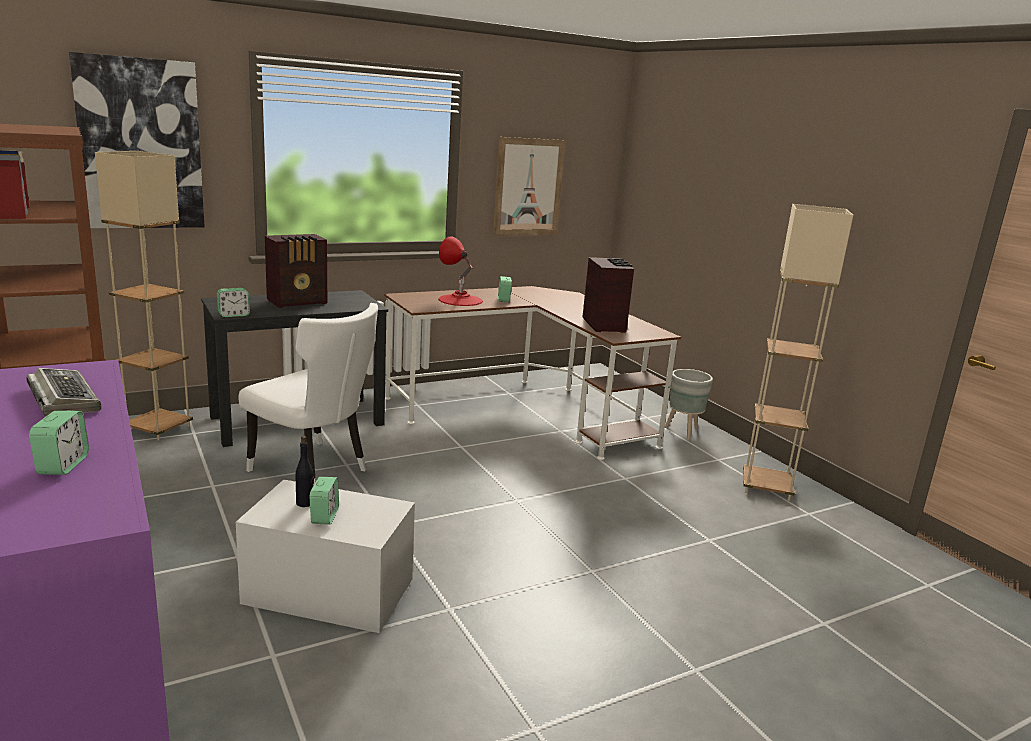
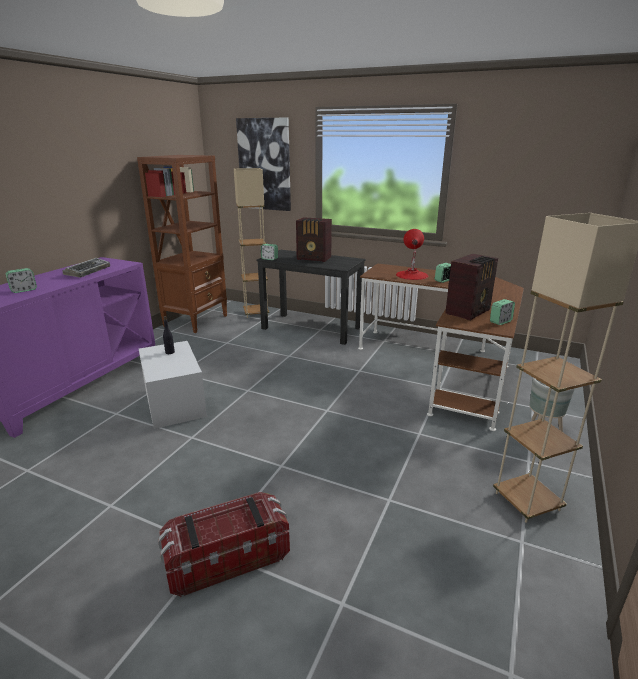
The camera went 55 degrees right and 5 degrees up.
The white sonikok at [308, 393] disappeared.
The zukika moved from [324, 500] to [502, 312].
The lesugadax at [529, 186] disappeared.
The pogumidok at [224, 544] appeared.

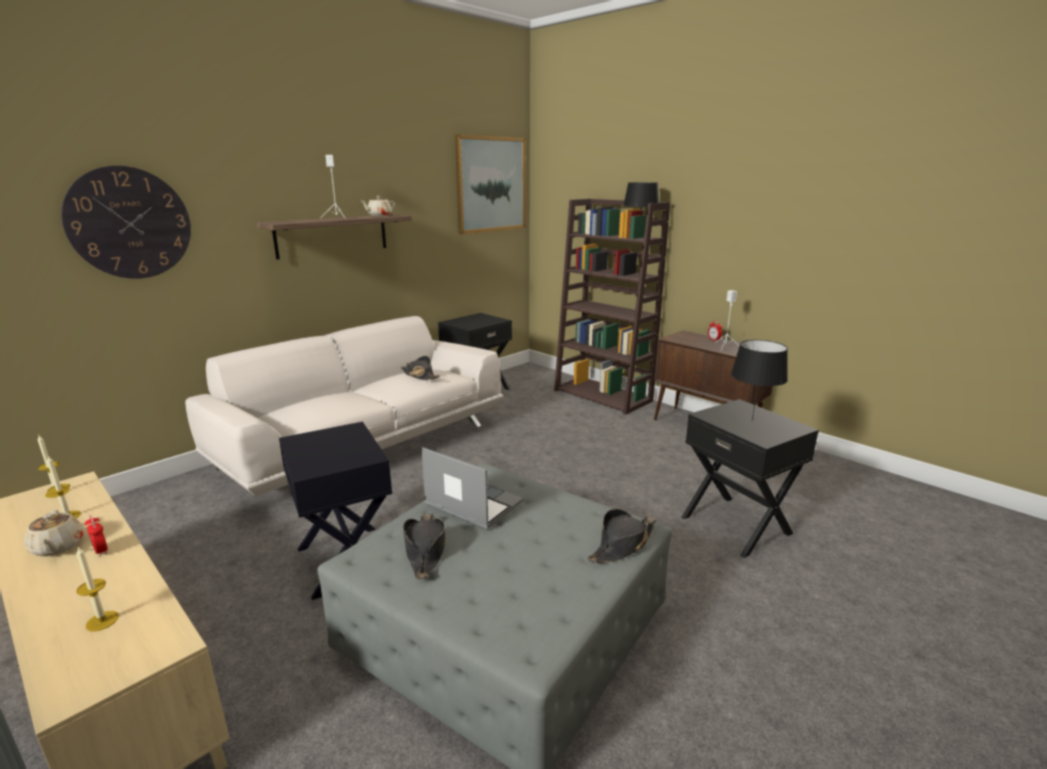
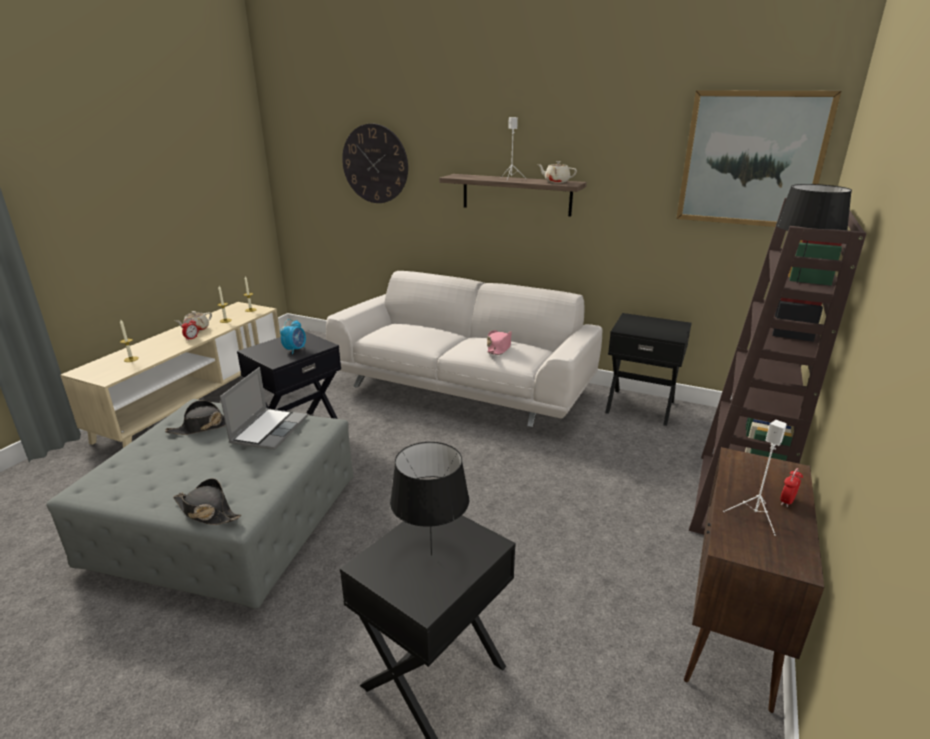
The camera went 70 degrees right and 5 degrees up.
The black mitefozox at [420, 368] became the pink mitefozox at [499, 342].
The zukika at [293, 336] appeared.

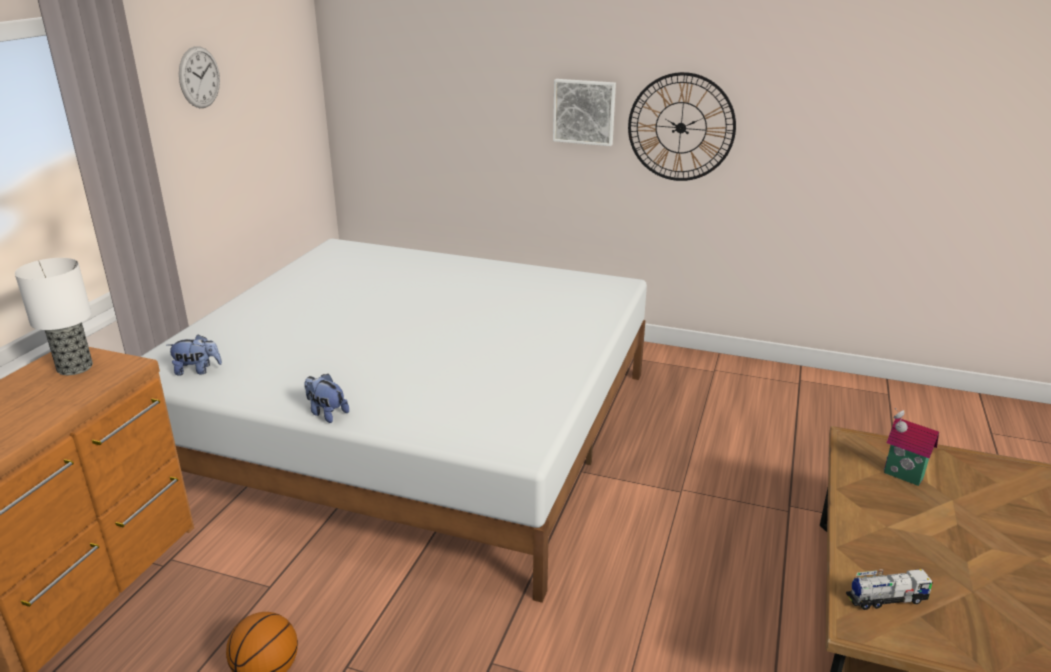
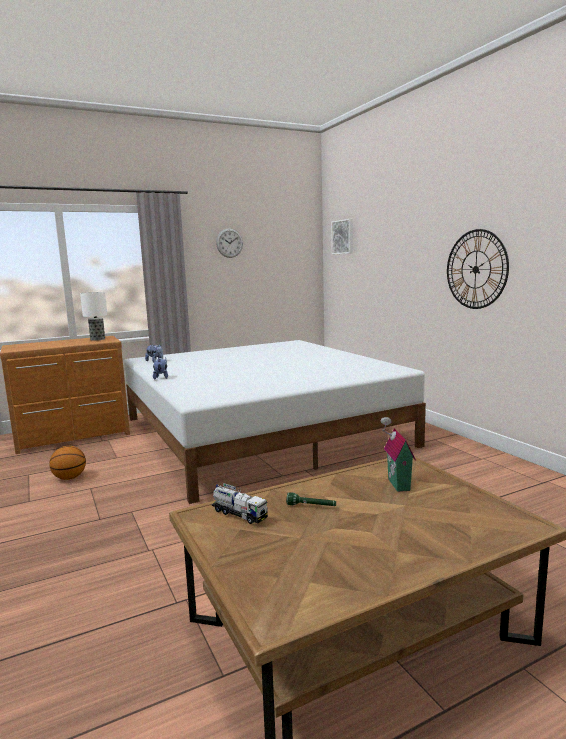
The camera went 45 degrees right and 15 degrees down.
The lesugadax moved from [584, 112] to [342, 236].
The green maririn at [311, 499] appeared.

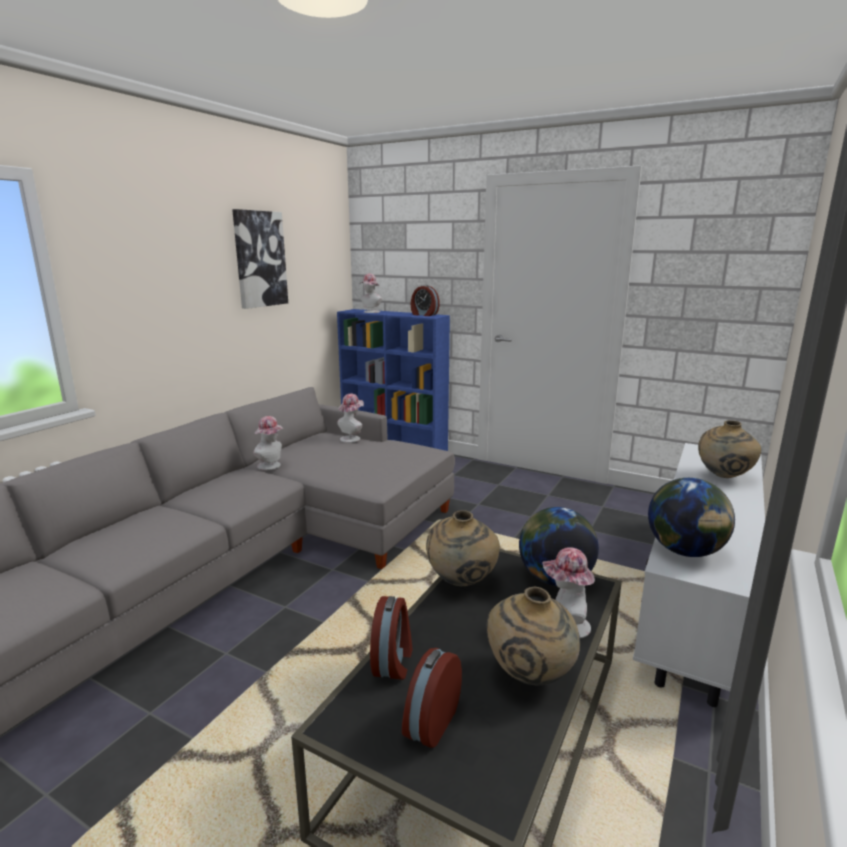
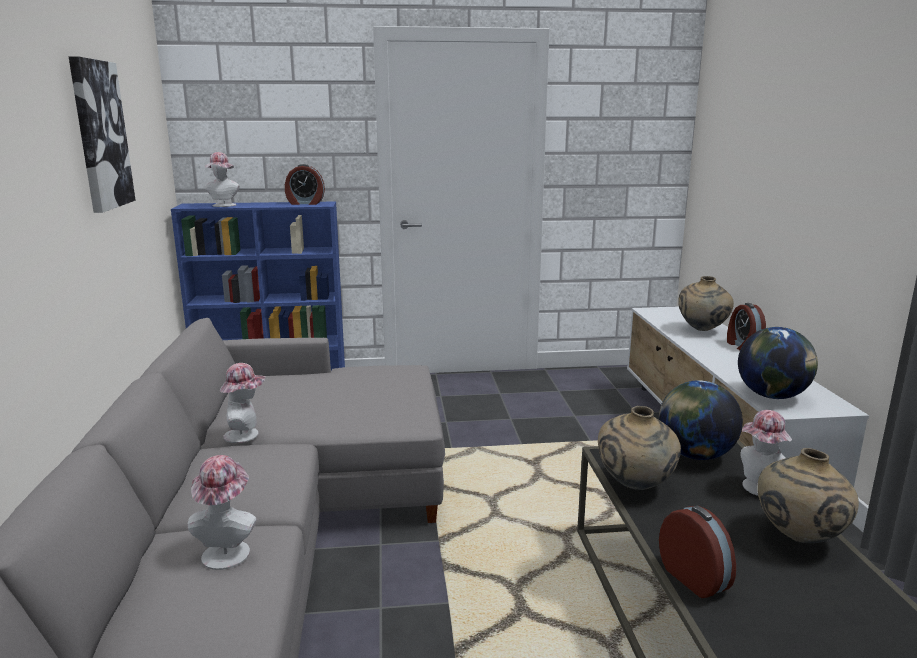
The camera went 35 degrees left and 0 degrees up.
The mitefozox moved from [350, 418] to [222, 512].
The zukika moved from [432, 698] to [746, 326].

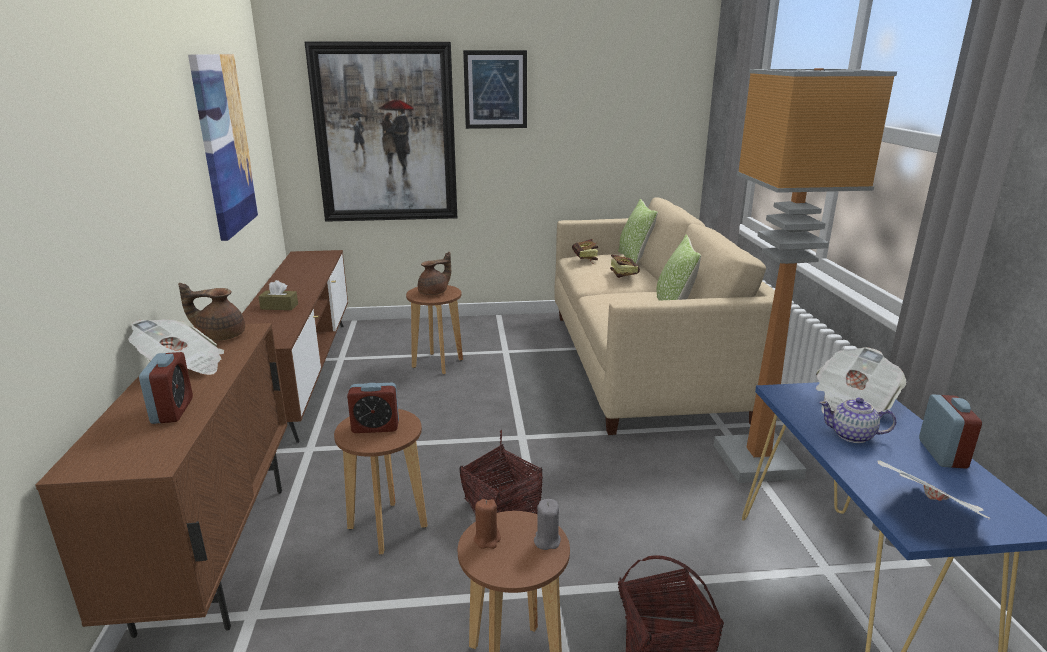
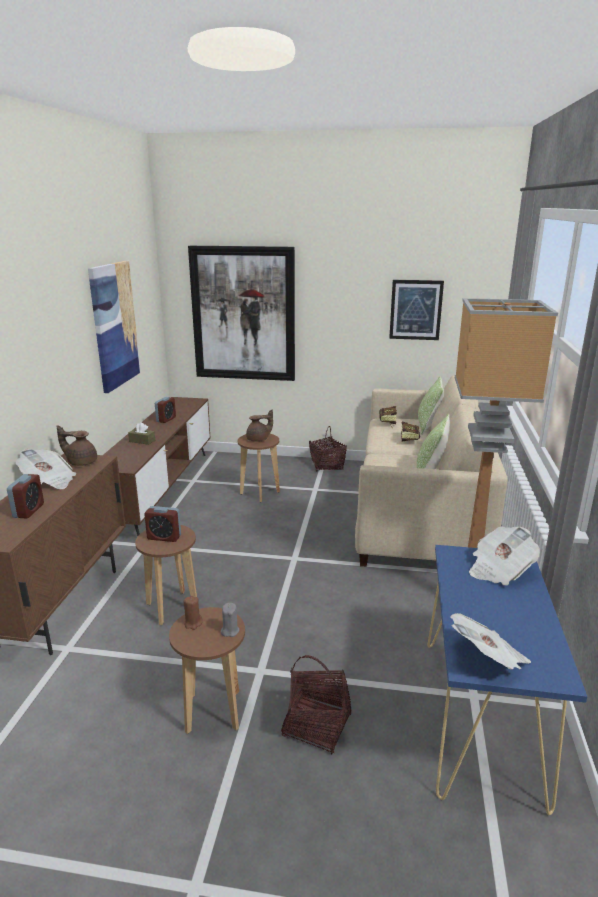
The camera went 15 degrees right and 0 degrees up.
The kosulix moved from [501, 472] to [328, 448].
The lesugadax moved from [495, 89] to [416, 310].
The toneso at [857, 420] disappeared.
The zukika moved from [950, 431] to [165, 410].

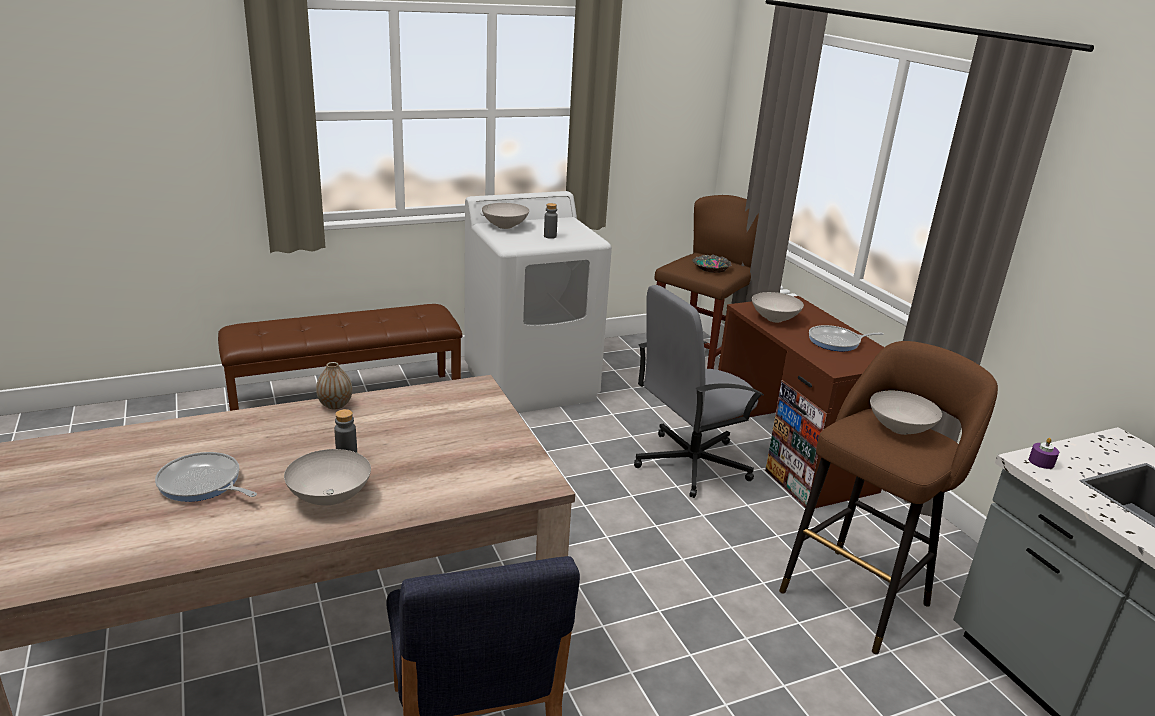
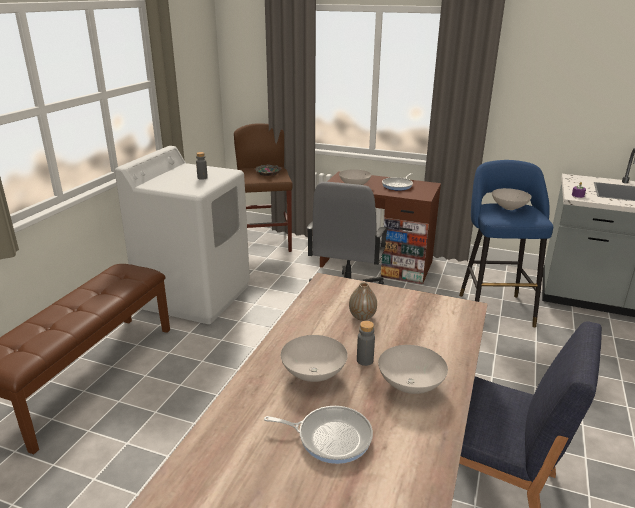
The camera went 45 degrees left and 0 degrees up.
The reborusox at [206, 477] turned 150 degrees counterclockwise.
The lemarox moved from [334, 385] to [363, 301].
The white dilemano moved from [505, 216] to [314, 358].
The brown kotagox at [888, 497] became the blue kotagox at [506, 243].

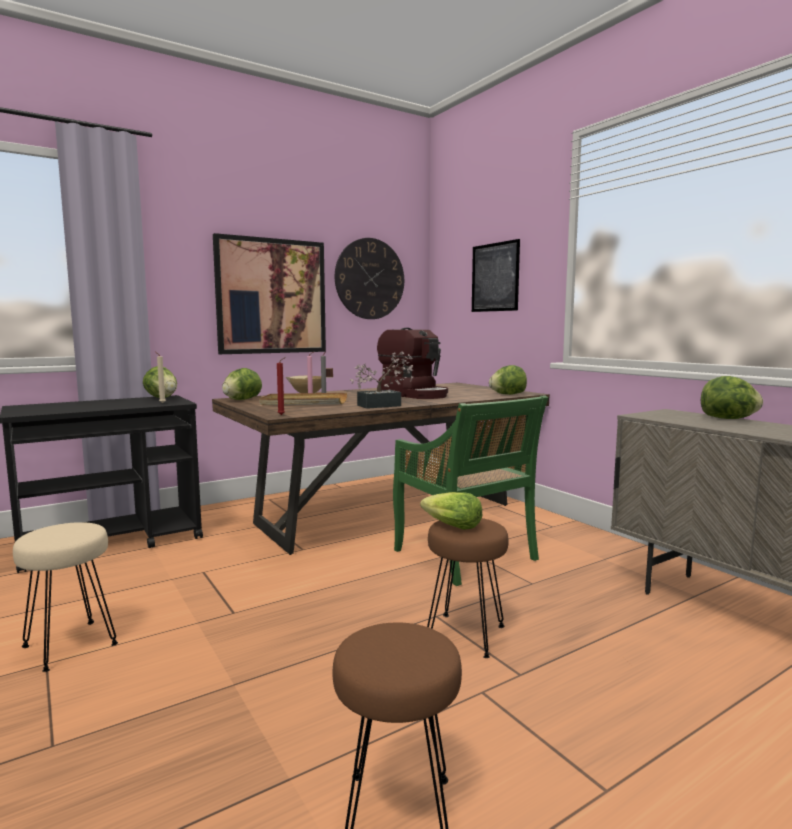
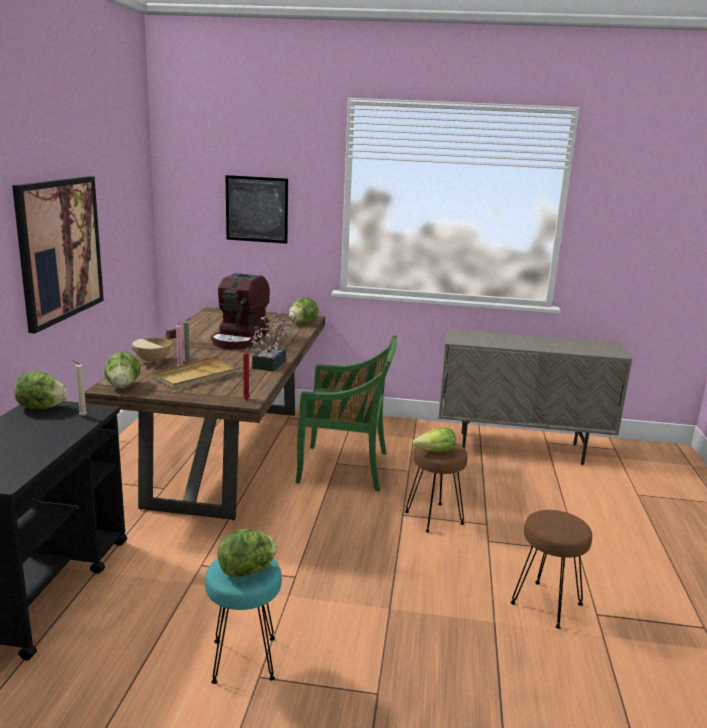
The camera went 50 degrees left and 10 degrees up.
The beige kotagox at [65, 597] became the turquoise kotagox at [243, 621].
The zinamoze at [369, 278] disappeared.
The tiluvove at [412, 363] turned 105 degrees clockwise.
The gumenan moved from [732, 397] to [247, 553].

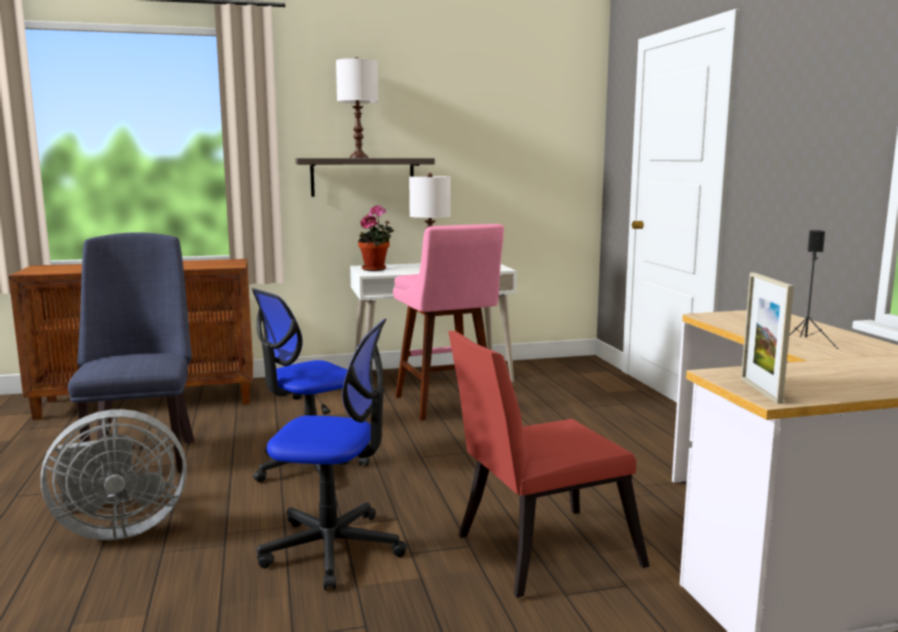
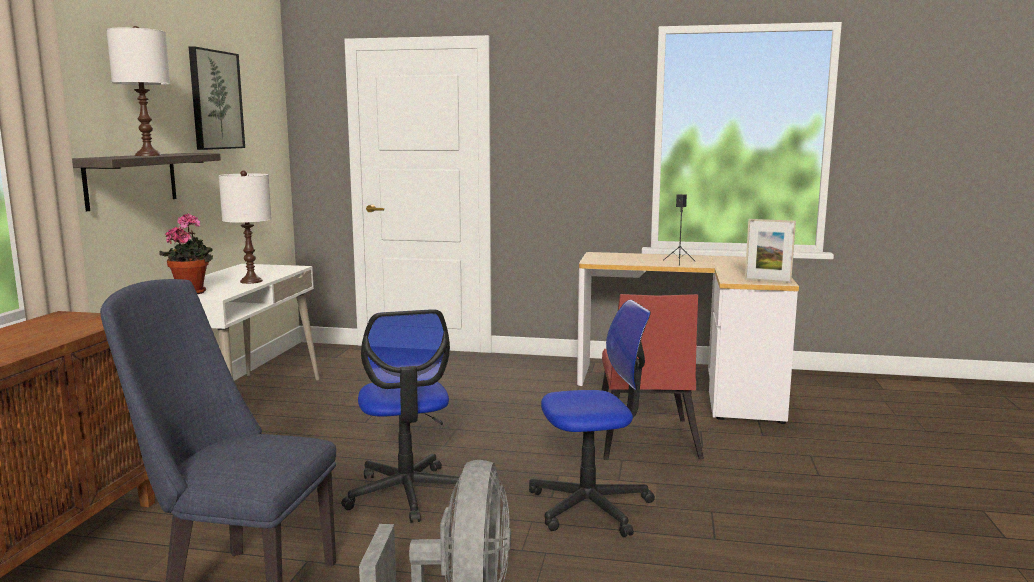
The camera went 65 degrees left and 0 degrees up.
The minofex at [332, 454] turned 45 degrees clockwise.
The pink kotagox at [448, 322] disappeared.
The lesugadax at [217, 98] appeared.

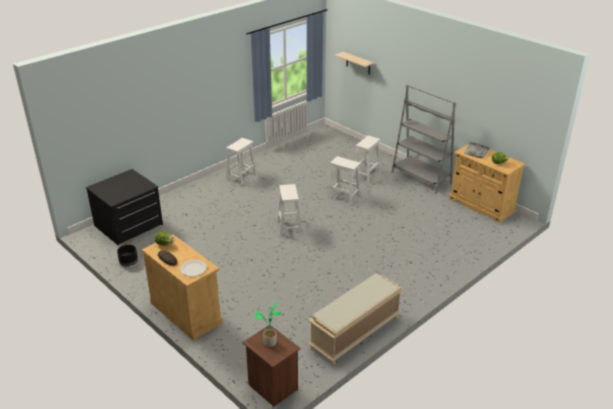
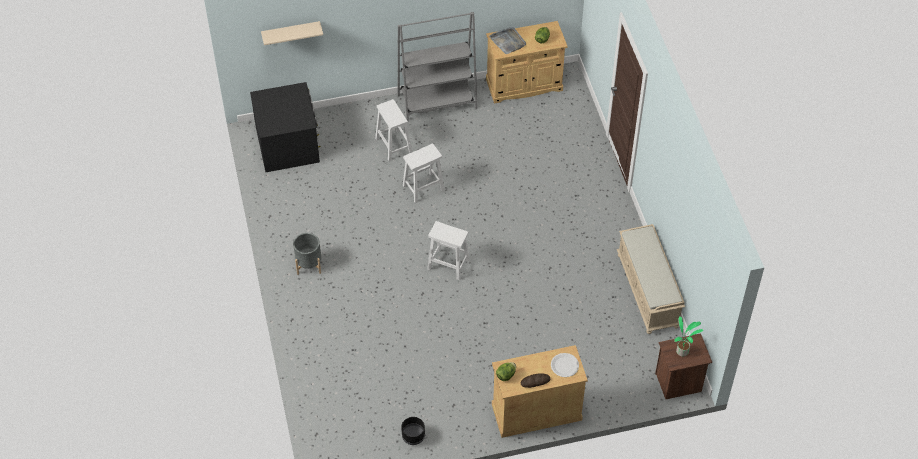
The camera went 60 degrees left and 20 degrees up.
The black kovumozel moved from [124, 207] to [285, 127].
The white kotagox at [241, 161] was replaced by the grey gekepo at [307, 254].

